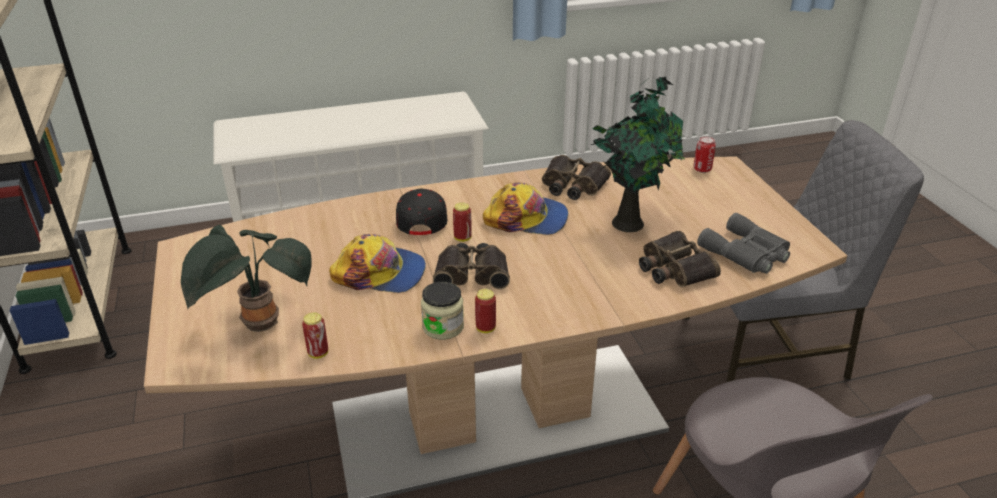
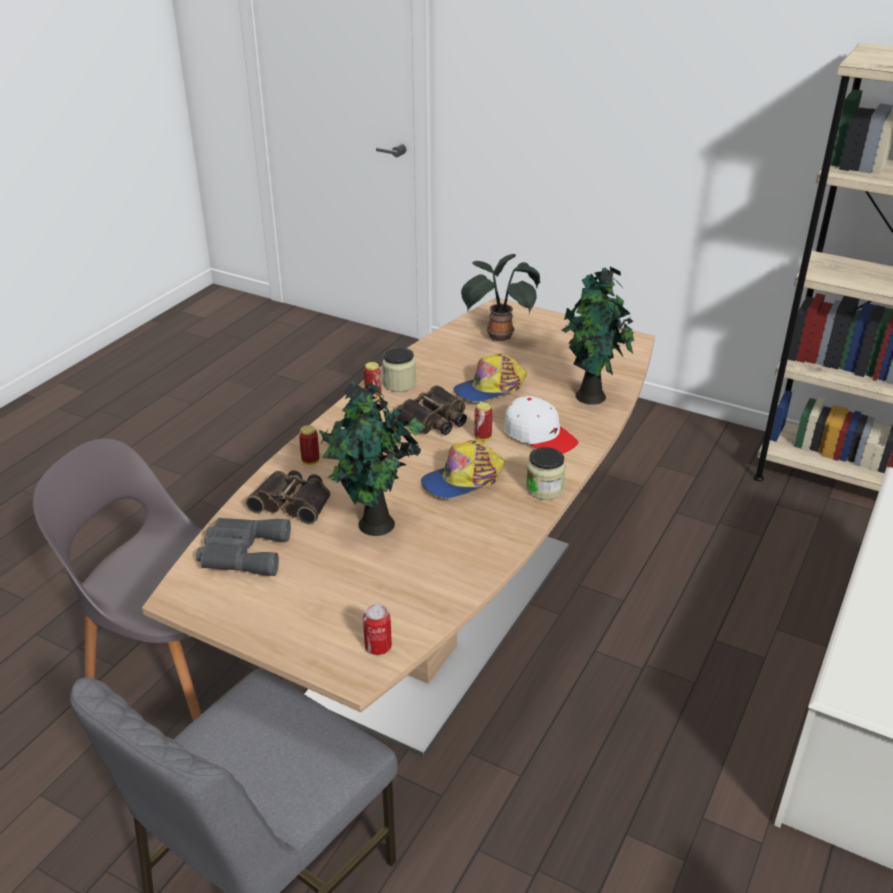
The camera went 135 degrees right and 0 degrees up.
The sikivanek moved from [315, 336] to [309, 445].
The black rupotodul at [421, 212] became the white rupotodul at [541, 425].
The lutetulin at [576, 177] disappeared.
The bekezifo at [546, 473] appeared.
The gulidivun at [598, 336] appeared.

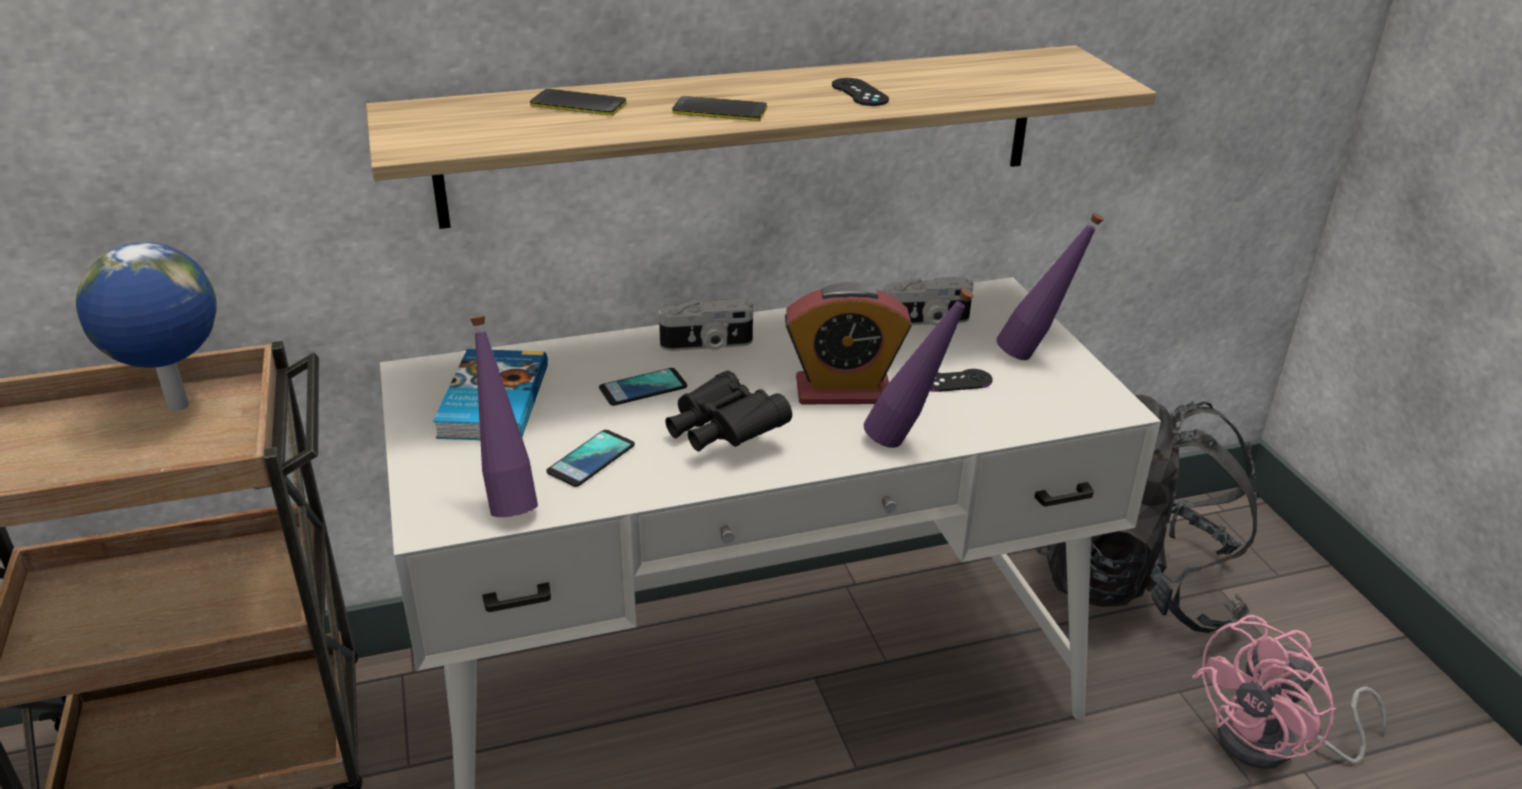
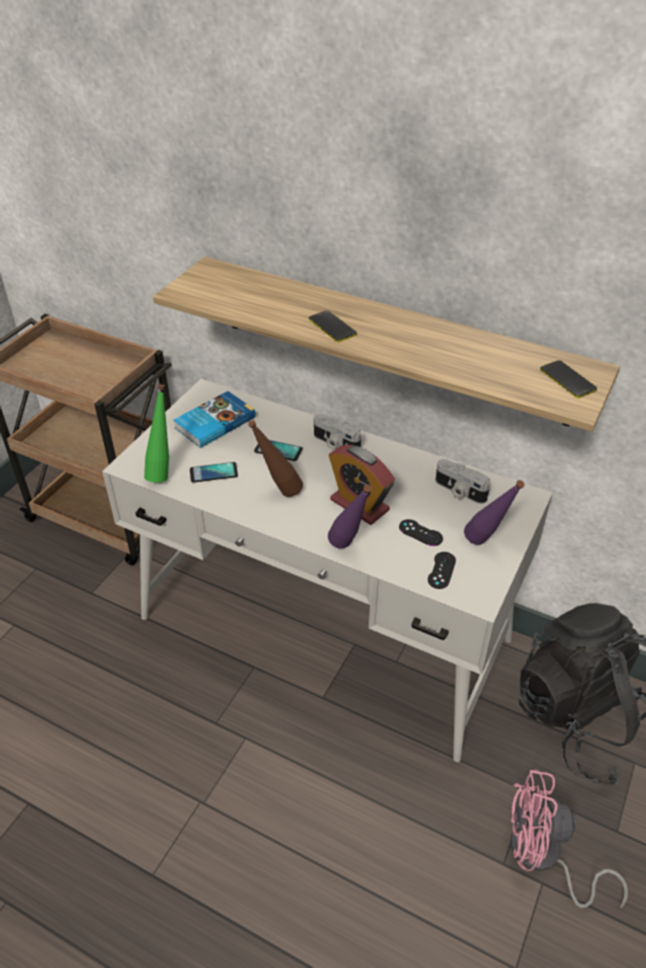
The camera went 45 degrees right and 10 degrees up.
The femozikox at [146, 326] disappeared.
The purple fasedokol at [504, 416] became the green fasedokol at [156, 433].
The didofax moved from [578, 102] to [568, 379].
The black lutetulin at [728, 411] was replaced by the brown fasedokol at [275, 458].
The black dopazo moved from [860, 92] to [442, 570].

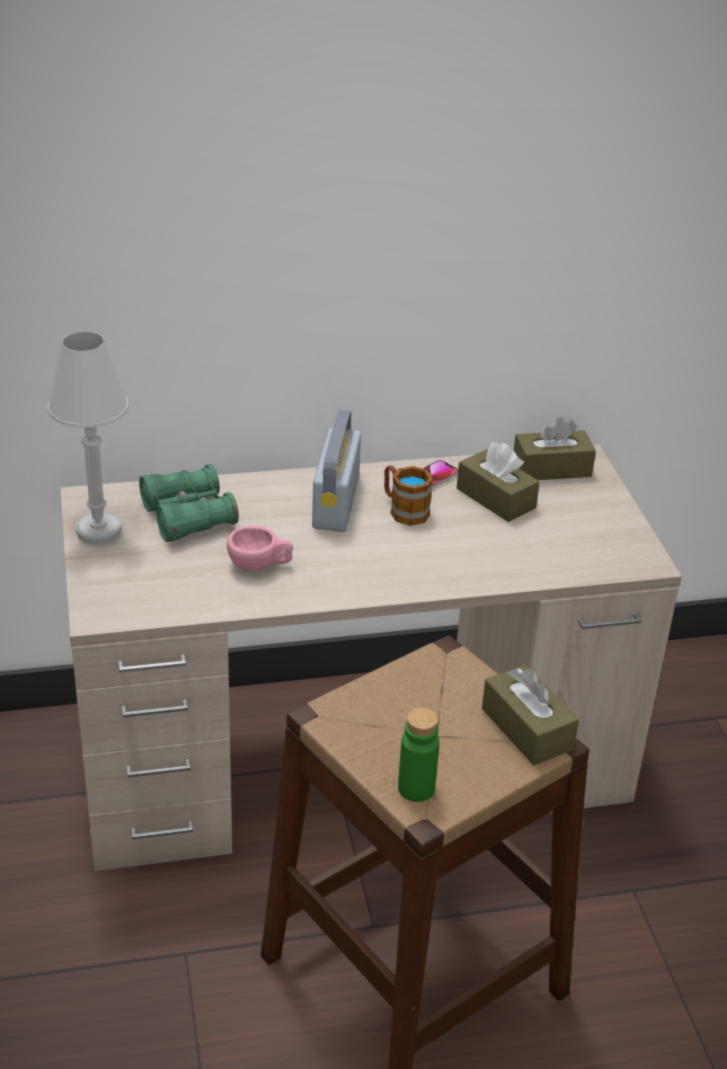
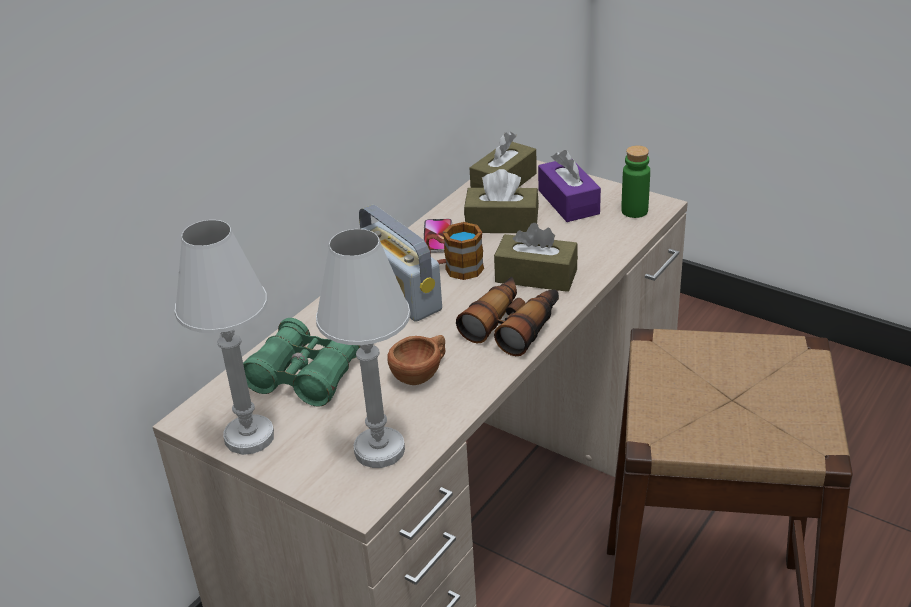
The camera went 40 degrees left and 0 degrees up.
The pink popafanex at [260, 548] became the brown popafanex at [416, 360].
The green fasedokol moved from [419, 755] to [635, 181].
The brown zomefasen moved from [530, 715] to [536, 257].
The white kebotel at [363, 348] appeared.
The lutetulin at [507, 316] appeared.
The purple zomefasen at [569, 186] appeared.

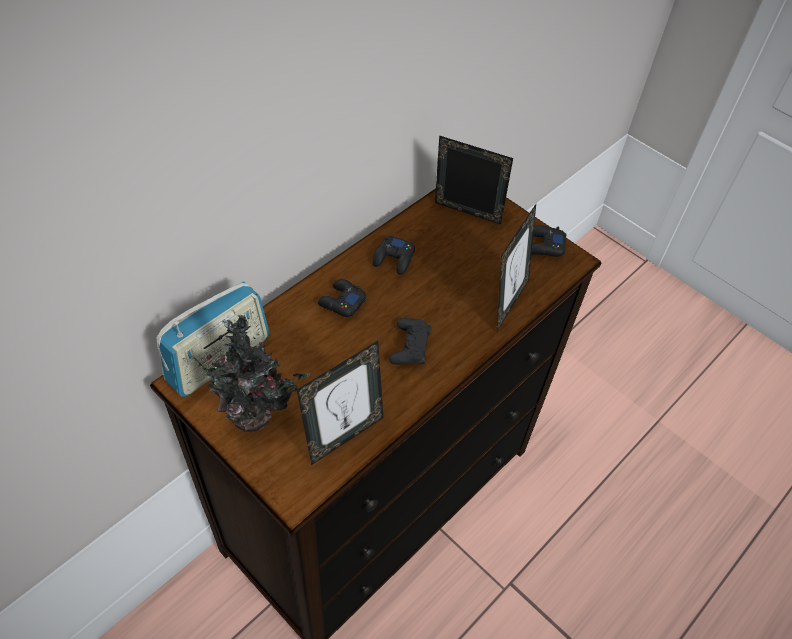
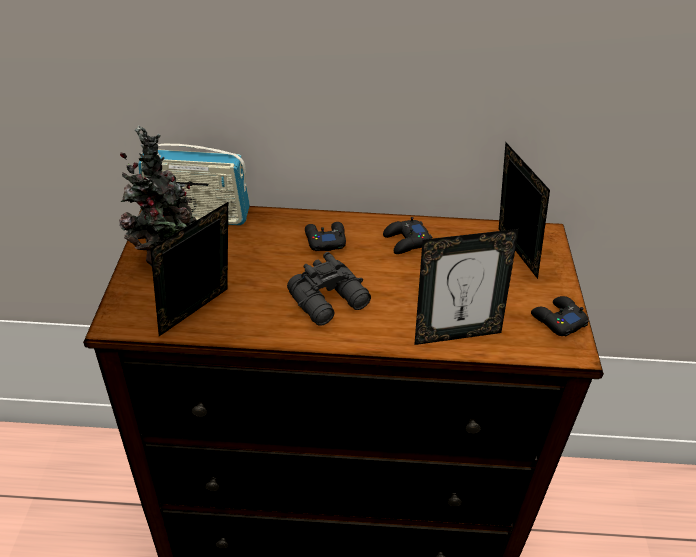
The camera went 50 degrees right and 10 degrees down.
The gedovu at [340, 403] turned 120 degrees clockwise.
The black dopazo at [410, 341] was replaced by the black lutetulin at [329, 289].

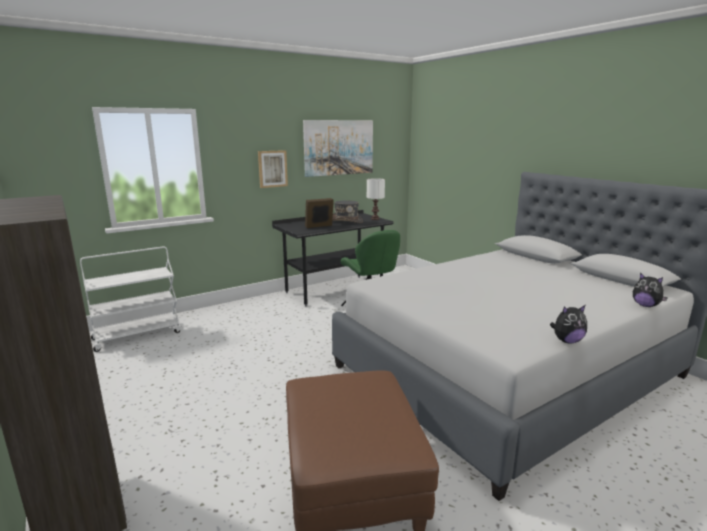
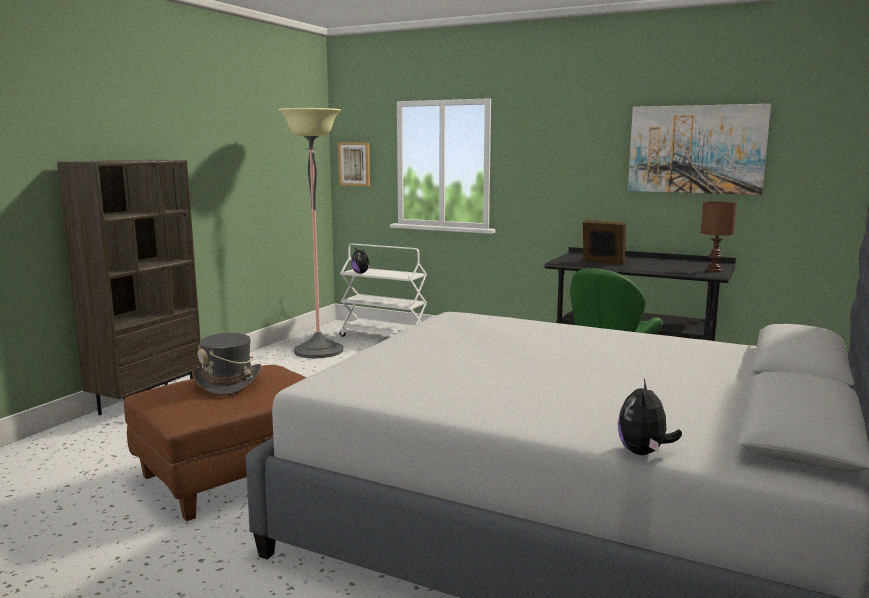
The camera went 60 degrees right and 5 degrees down.
The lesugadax moved from [273, 169] to [354, 164].
The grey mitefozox moved from [347, 212] to [227, 364].
The white kebotel at [376, 199] became the brown kebotel at [719, 236].
The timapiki moved from [568, 324] to [361, 261].
The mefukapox at [310, 233] appeared.

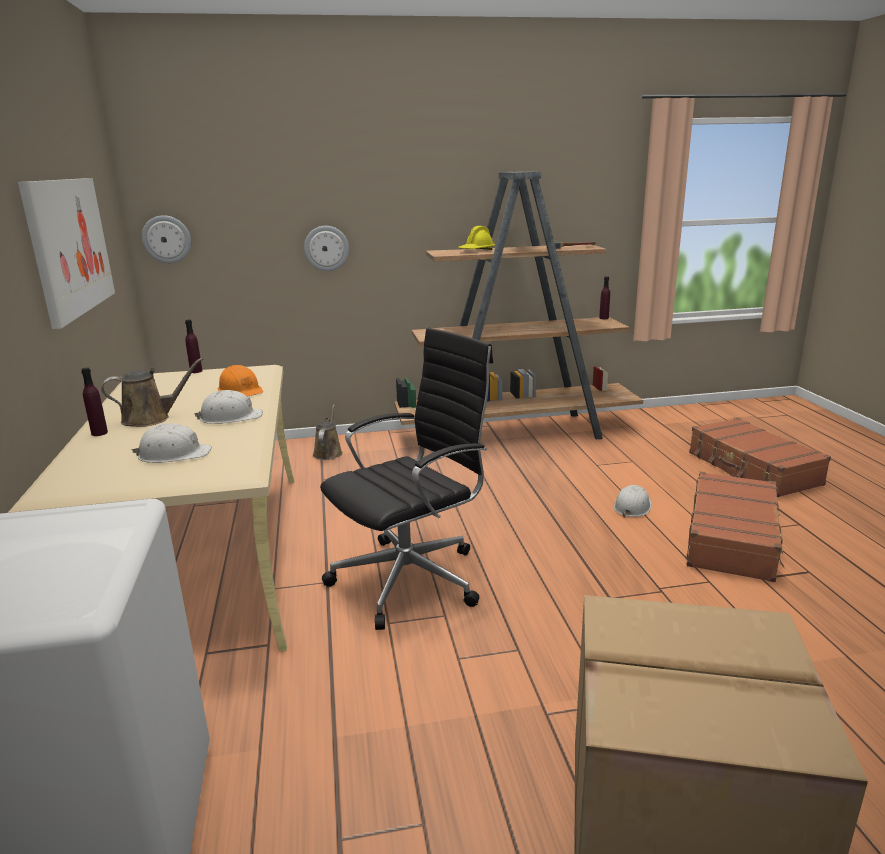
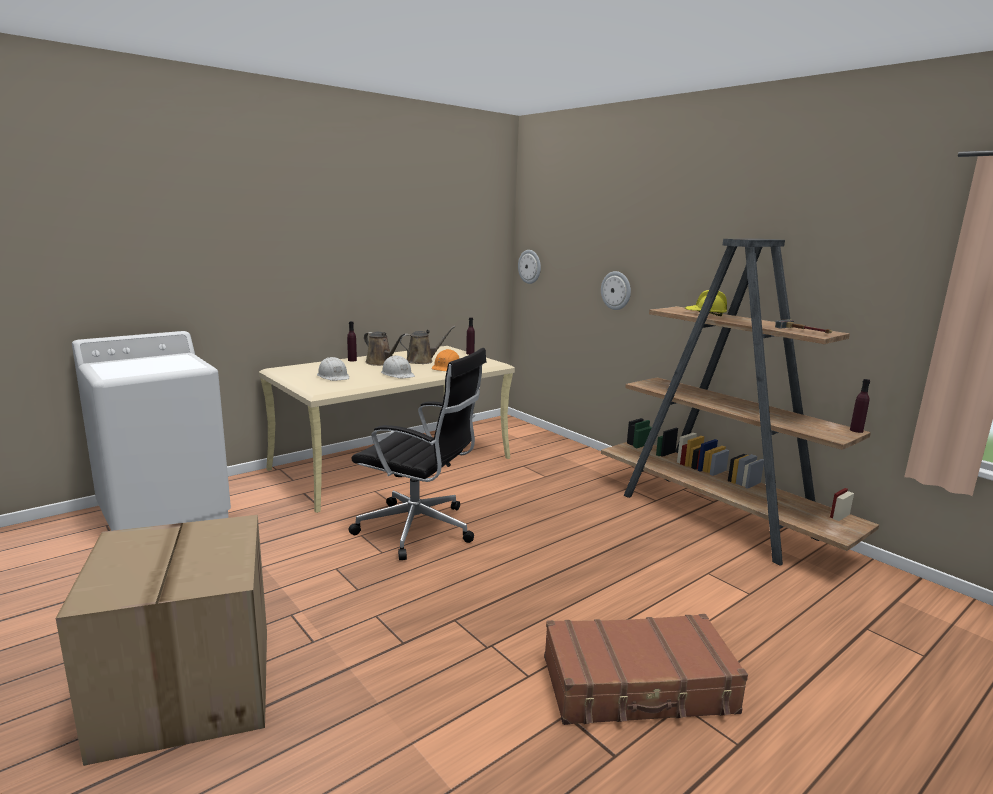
The camera went 60 degrees right and 5 degrees down.
The lesugadax at [66, 253] disappeared.
The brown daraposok moved from [328, 432] to [427, 345].
The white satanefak at [632, 501] disappeared.
The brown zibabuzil at [760, 457] disappeared.

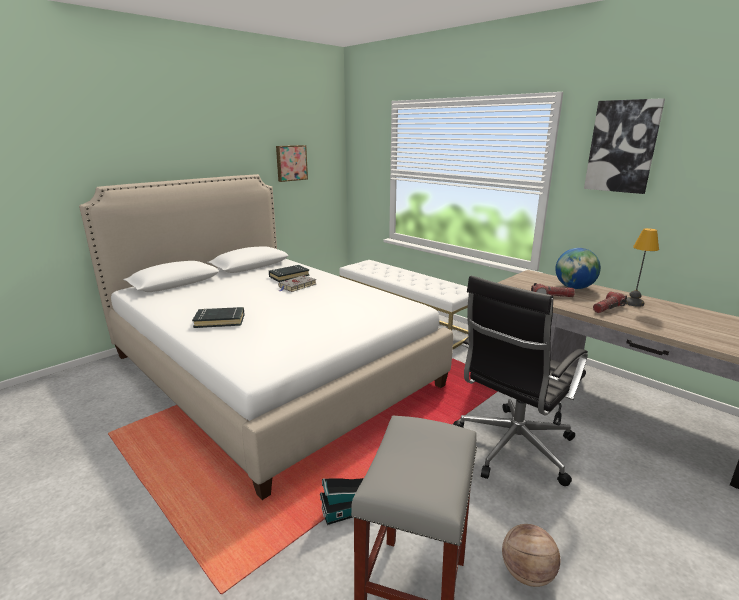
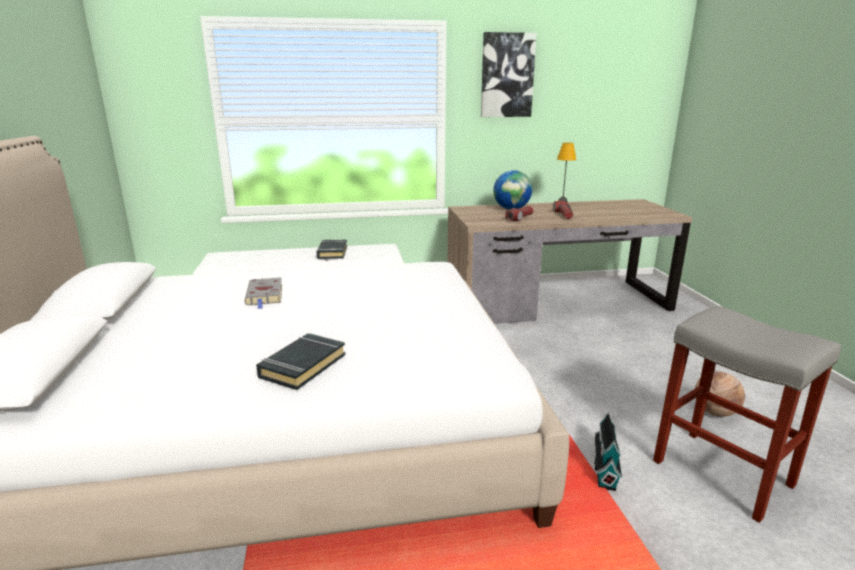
The camera went 55 degrees left and 0 degrees up.
The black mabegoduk moved from [289, 273] to [331, 249].
The lesugadax at [292, 163] disappeared.
The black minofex at [520, 381] disappeared.

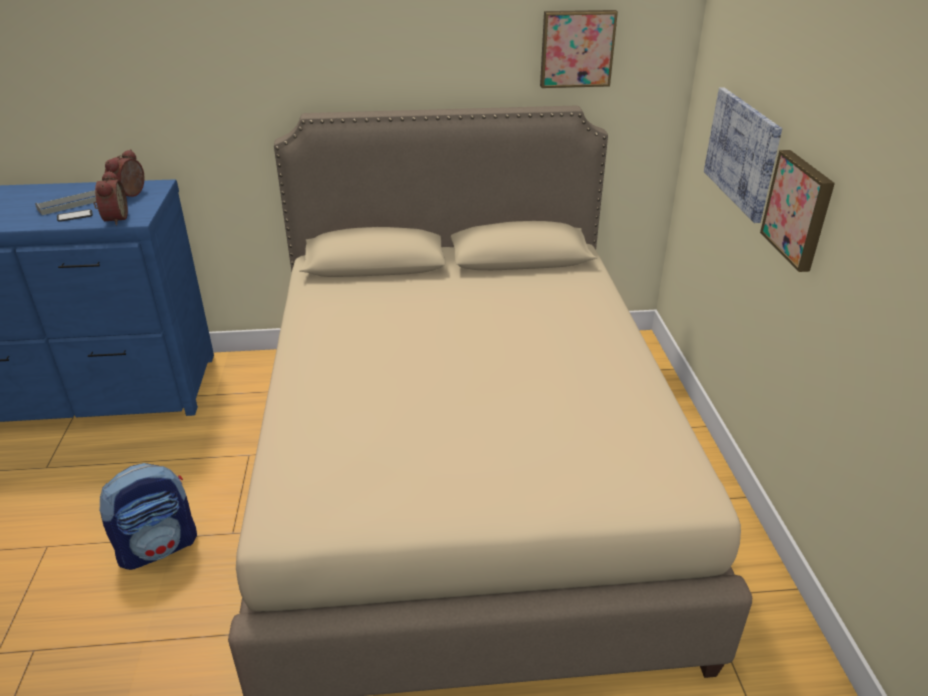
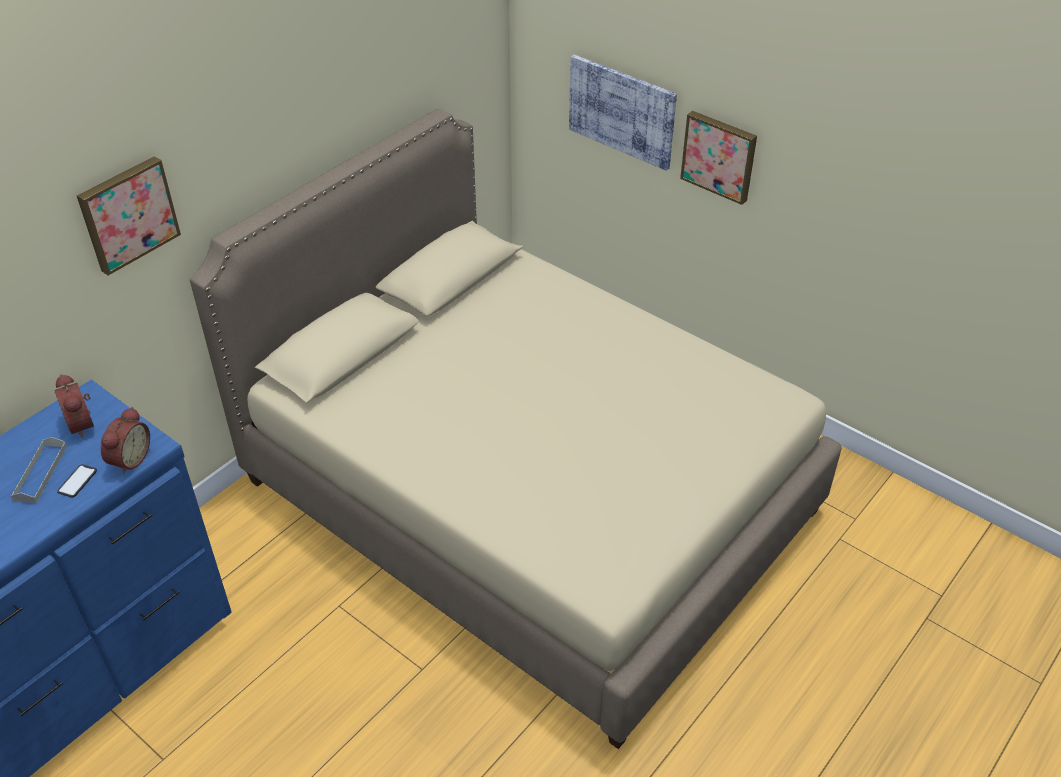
The camera went 45 degrees left and 10 degrees up.
The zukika at [110, 198] turned 75 degrees clockwise.
The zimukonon at [148, 516] disappeared.
The lesugadax moved from [579, 49] to [129, 216].

